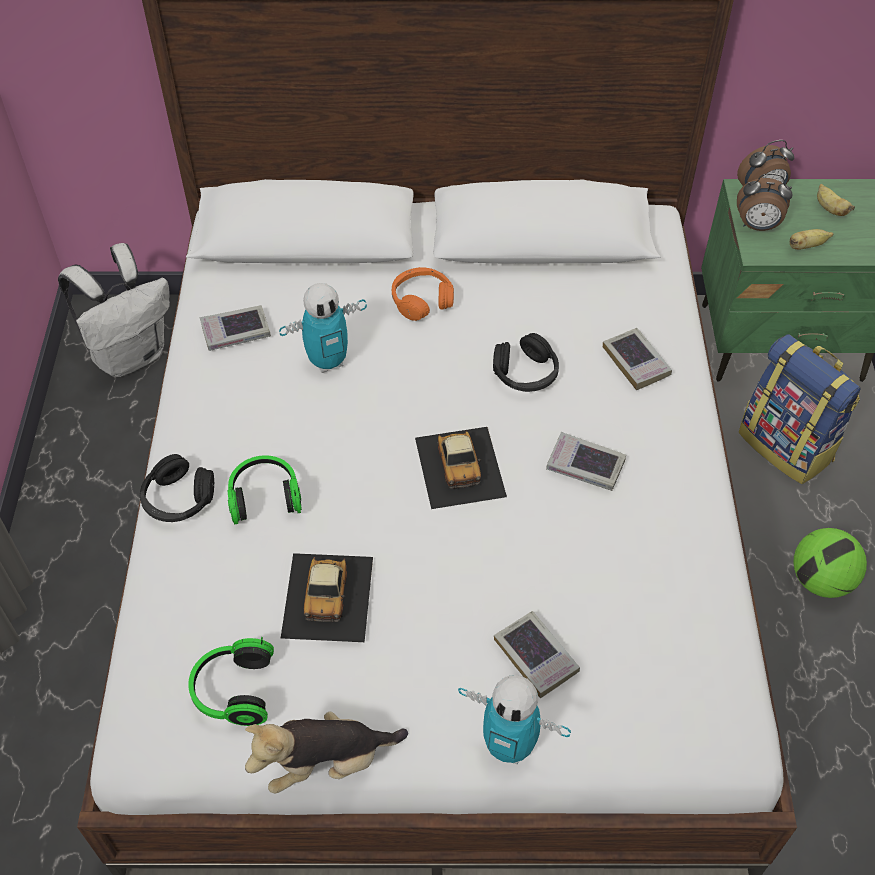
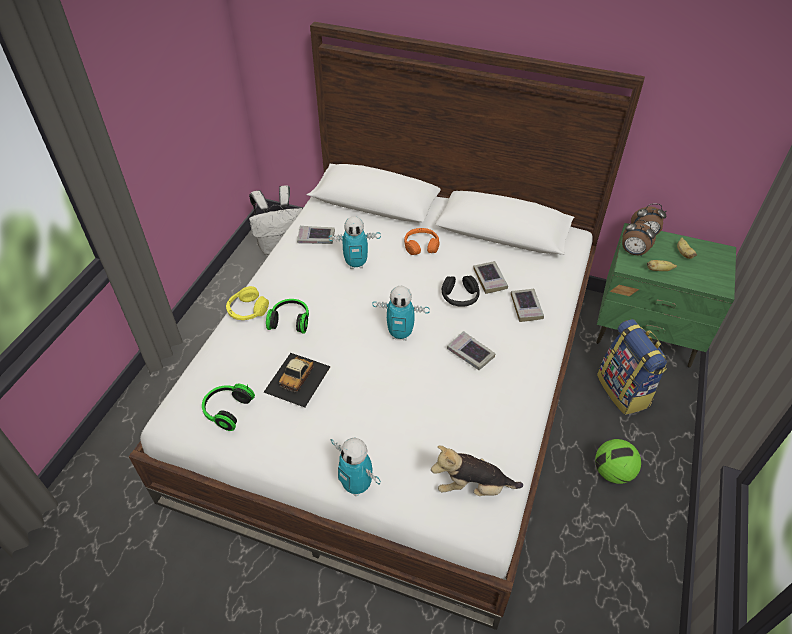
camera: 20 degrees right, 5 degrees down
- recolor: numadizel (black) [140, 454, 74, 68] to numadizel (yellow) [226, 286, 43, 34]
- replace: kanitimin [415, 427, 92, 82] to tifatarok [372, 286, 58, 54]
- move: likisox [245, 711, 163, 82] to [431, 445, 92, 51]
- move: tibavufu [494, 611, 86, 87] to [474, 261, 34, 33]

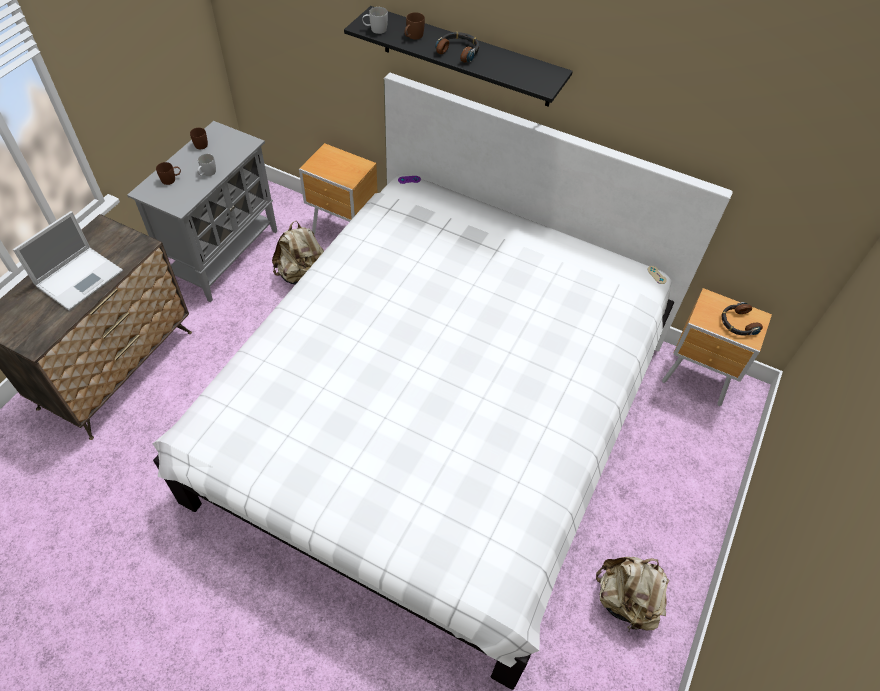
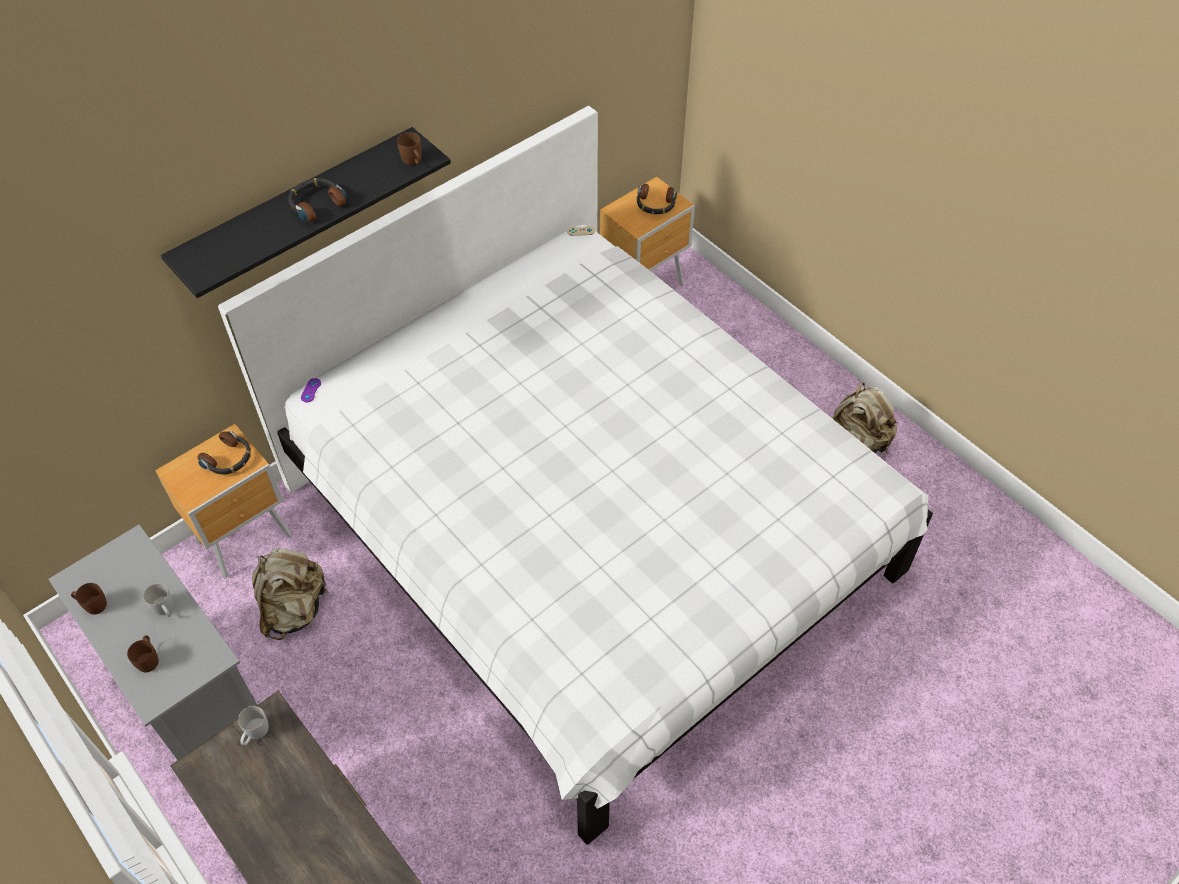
camera: 65 degrees left, 0 degrees up
- insert: numadizel [198, 431, 53, 44]
- move: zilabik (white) [362, 7, 26, 27] to [238, 706, 31, 39]
- move: zilabik (brown) [405, 12, 20, 28] to [397, 132, 25, 33]
- delete: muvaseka [13, 211, 110, 100]

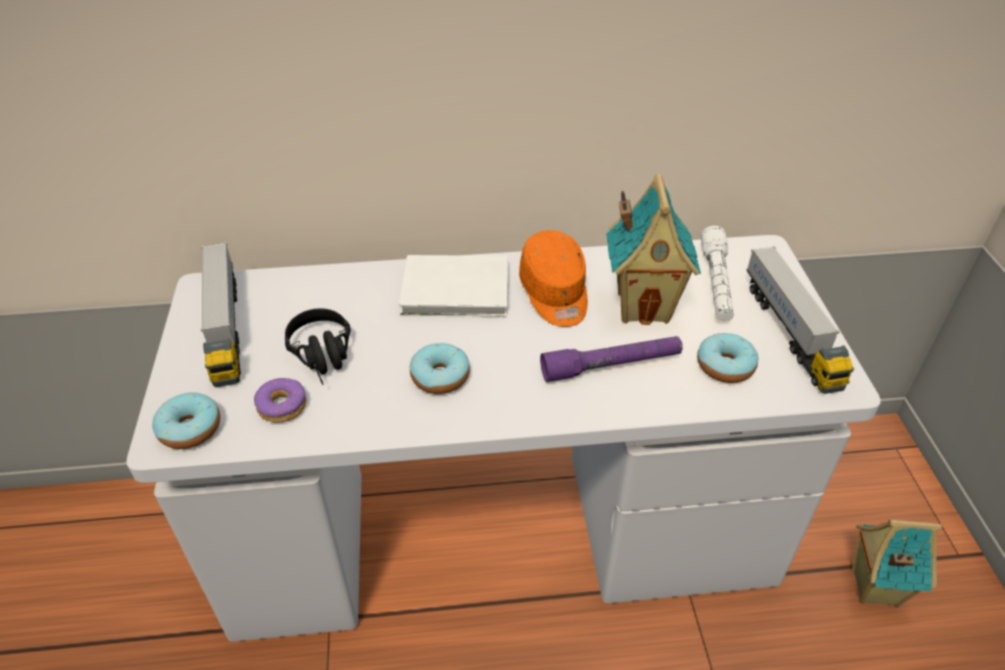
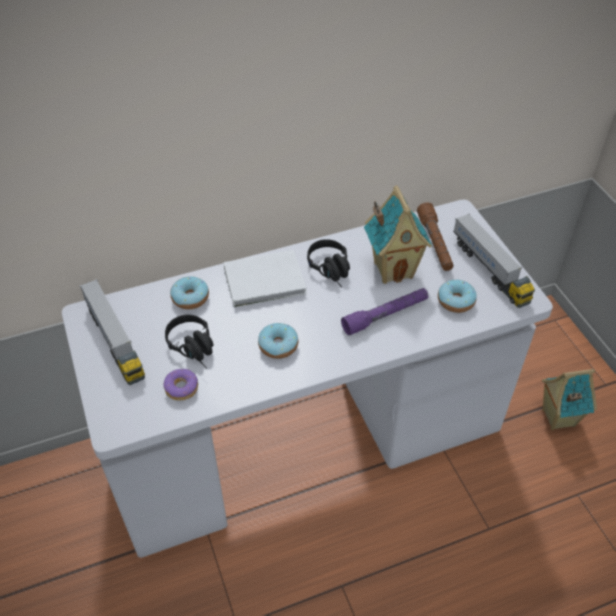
camera: 15 degrees left, 5 degrees up
- move: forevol [152, 393, 68, 56] to [170, 277, 39, 32]
- replace: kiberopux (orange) [519, 230, 68, 97] to numadizel (black) [307, 239, 43, 49]
- recolor: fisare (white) [701, 226, 33, 96] to fisare (brown) [417, 202, 37, 69]

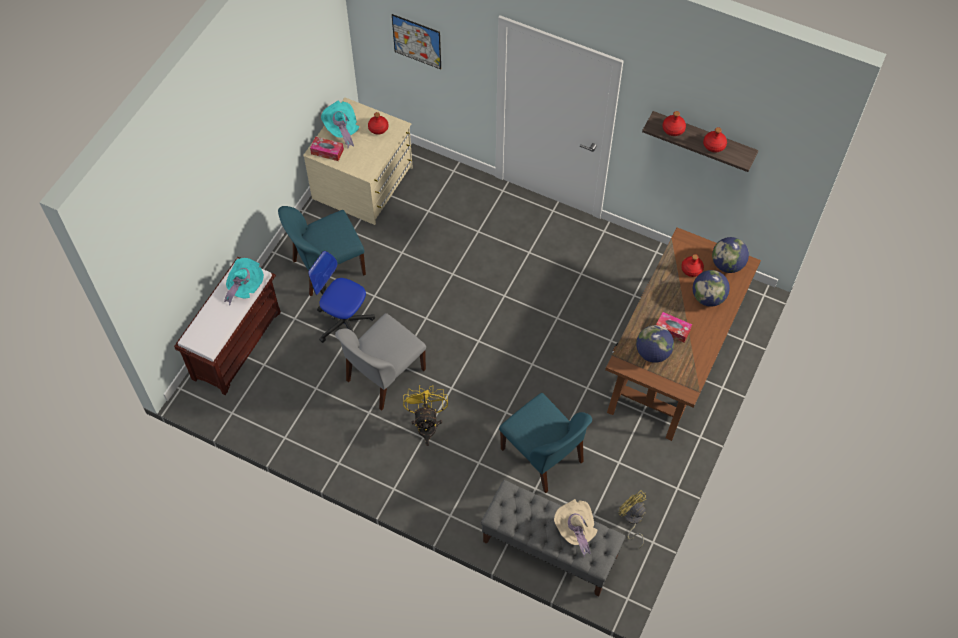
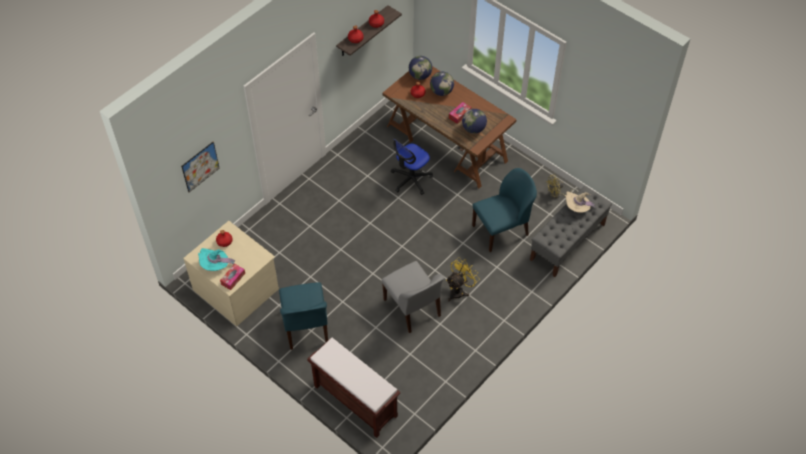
camera: 75 degrees left, 5 degrees down
- move: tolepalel [308, 251, 67, 92] to [391, 139, 42, 56]
- rotate: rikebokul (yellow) [403, 385, 45, 61] = [446, 257, 33, 44] 120 degrees clockwise
- delete: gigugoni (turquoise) [224, 258, 40, 47]

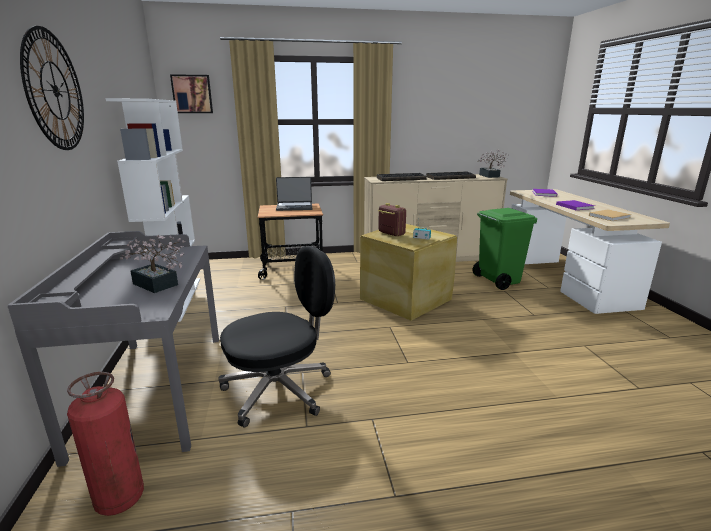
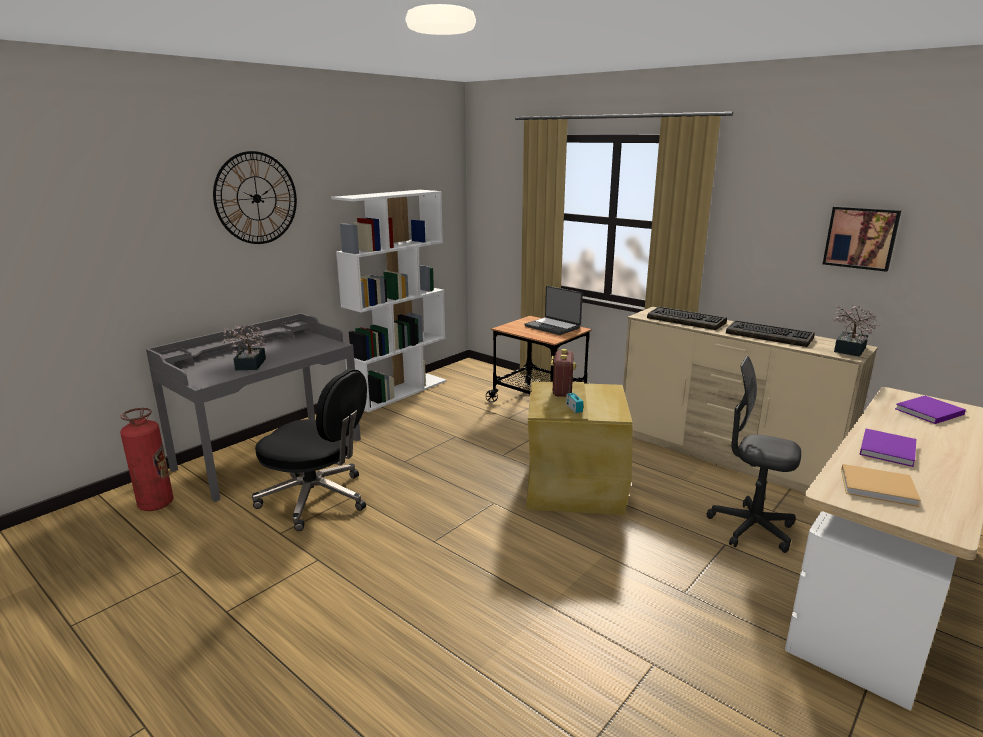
camera: 50 degrees right, 0 degrees up
- replace: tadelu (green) [472, 208, 65, 82] to tolepalel (grey) [707, 356, 94, 197]
- move: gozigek [170, 74, 43, 39] to [823, 206, 78, 66]

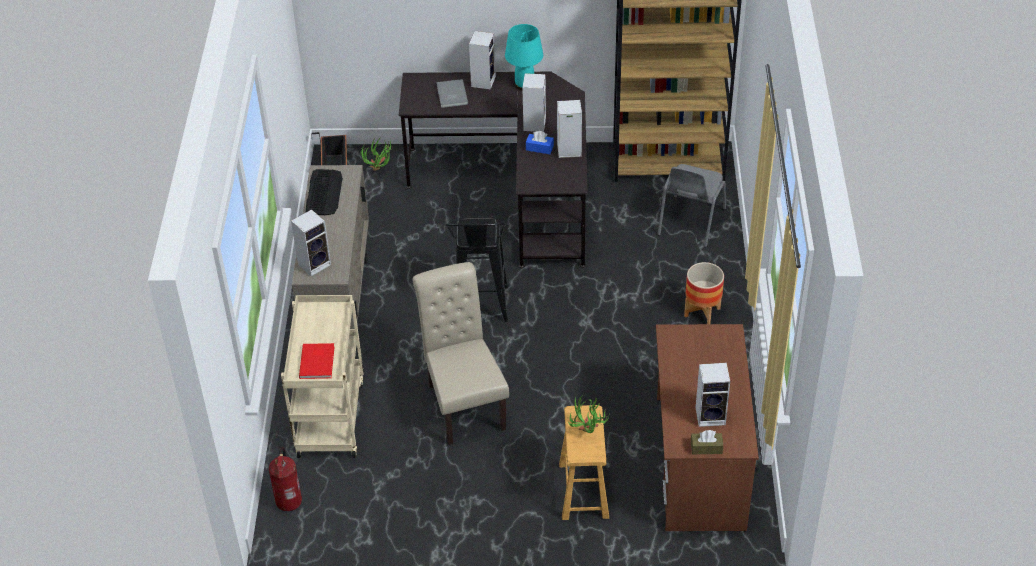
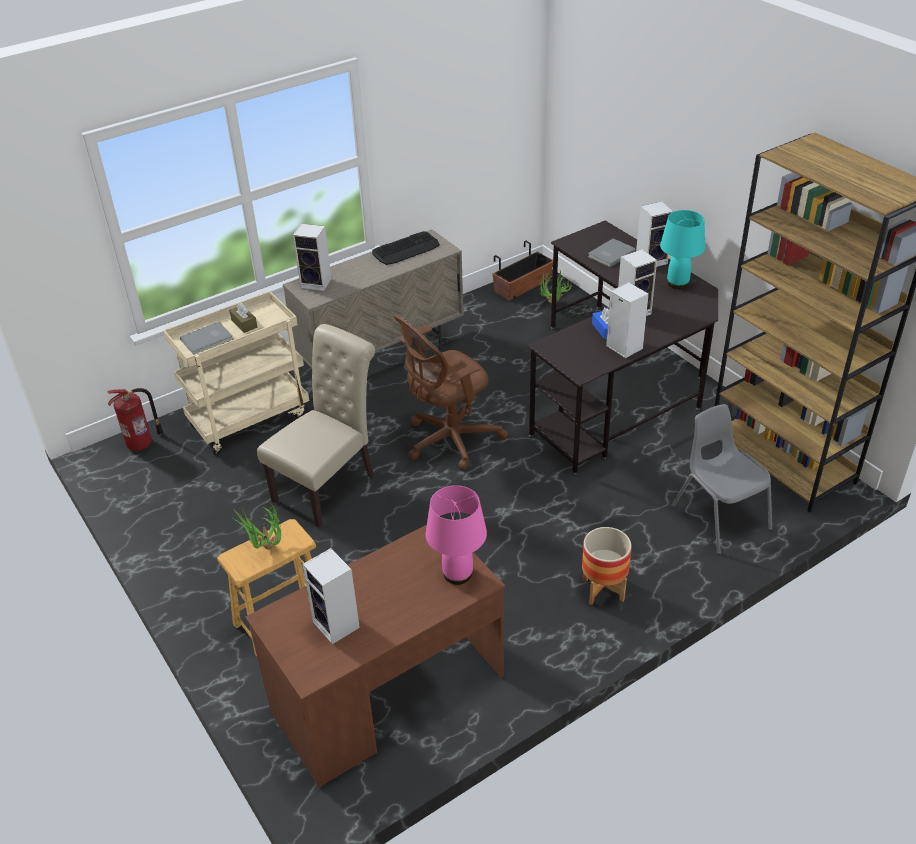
camera: 55 degrees right, 5 degrees down
- recolor: tibavufu (red) [299, 343, 36, 36] to tibavufu (grey) [180, 322, 54, 33]
- move: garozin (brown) [691, 430, 32, 24] to [229, 303, 28, 30]
- replace: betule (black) [445, 216, 63, 106] to tolepalel (brown) [393, 315, 115, 155]
- insert: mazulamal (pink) [426, 485, 61, 100]
- rotate: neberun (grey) [658, 164, 68, 83] = [672, 404, 100, 151] 75 degrees clockwise

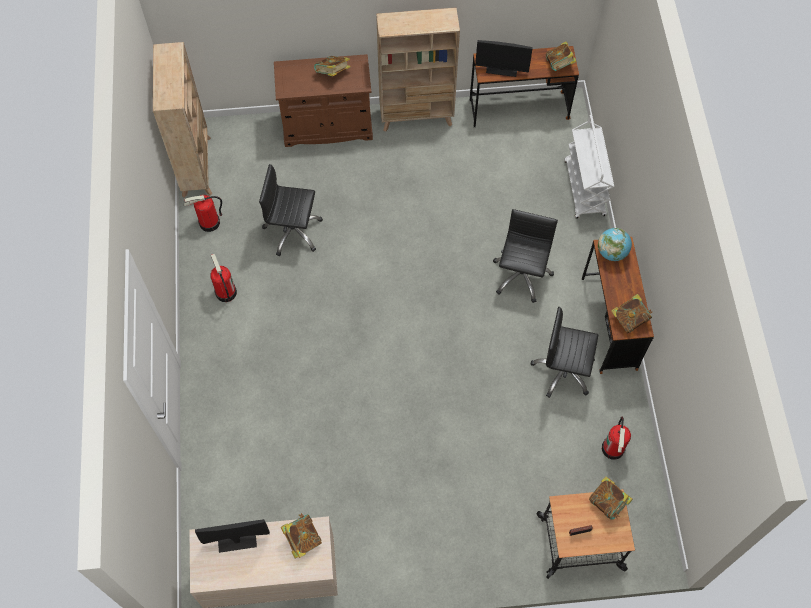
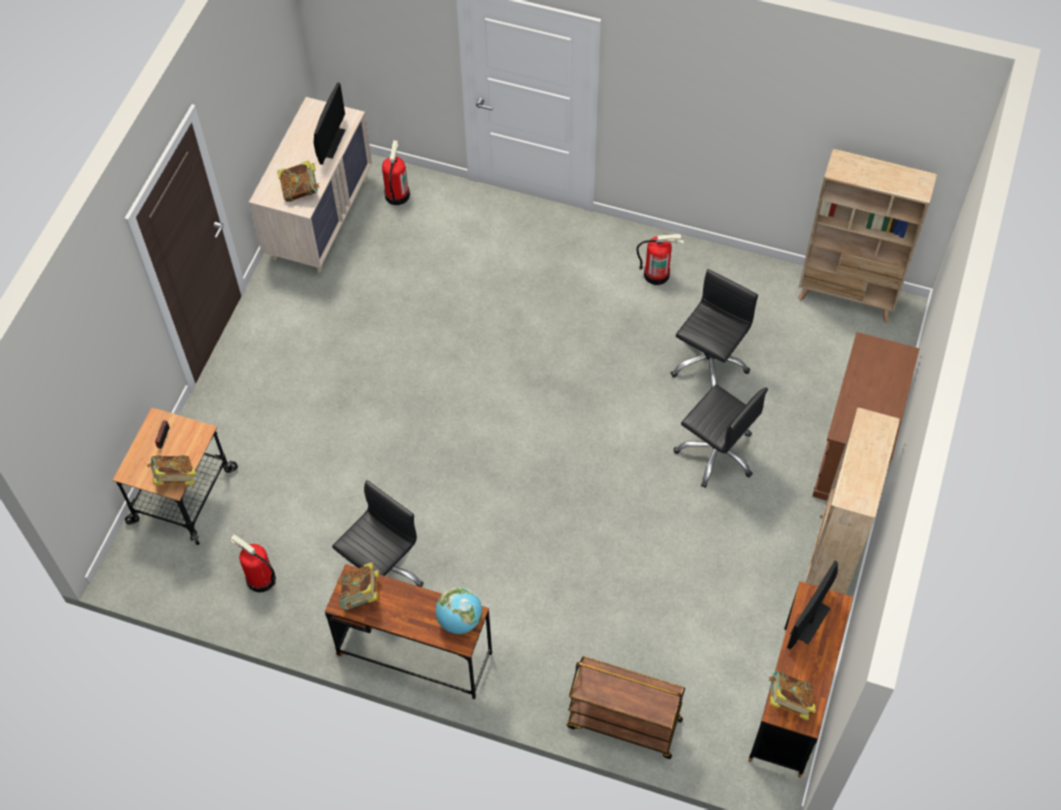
camera: 115 degrees right, 5 degrees down
- move: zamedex [184, 195, 38, 37] to [382, 140, 28, 65]
- recolor: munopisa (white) [564, 115, 50, 104] to munopisa (brown) [567, 656, 118, 103]
- move: tolepalel (black) [493, 209, 65, 94] to [674, 384, 94, 104]
- delete: tibavufu [314, 56, 37, 20]

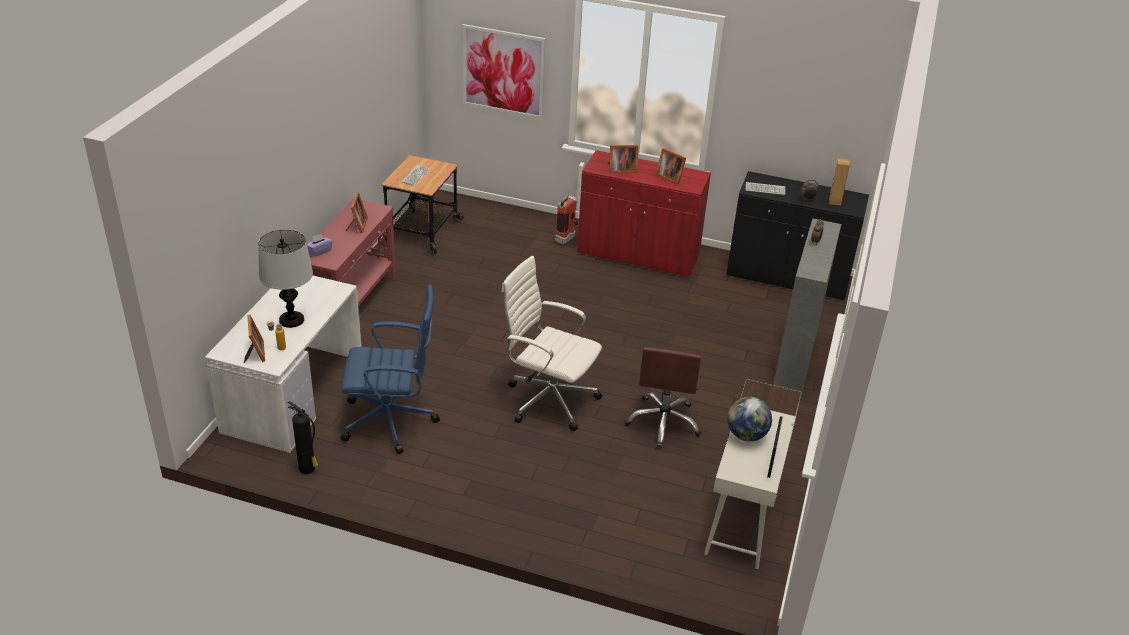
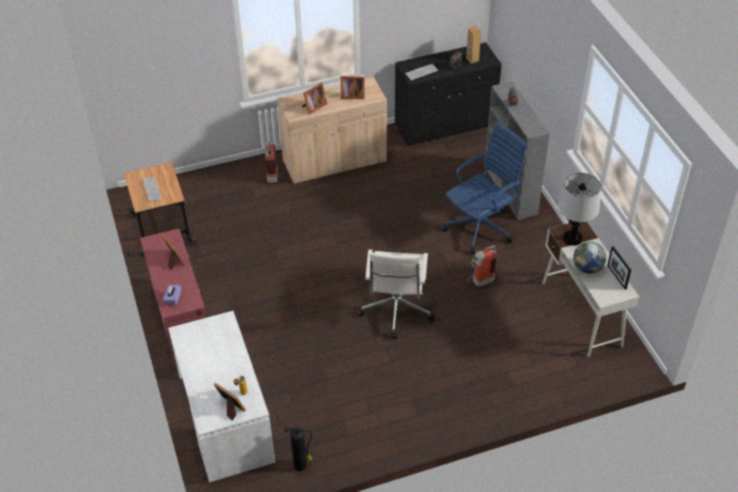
camera: 35 degrees left, 10 degrees up
- recolor: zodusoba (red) [577, 150, 134, 127] to zodusoba (beige) [277, 77, 110, 107]
- rotate: tolepalel (white) [501, 256, 102, 175] = [357, 249, 78, 90] 75 degrees counterclockwise
- move: tolepalel (blue) [341, 284, 99, 170] to [441, 122, 86, 132]
- replace: tolepalel (brown) [624, 347, 78, 101] to zamedex [467, 245, 30, 42]
- move: mazulamal [258, 230, 55, 98] to [558, 173, 43, 73]
- delete: gozigek [462, 24, 84, 95]

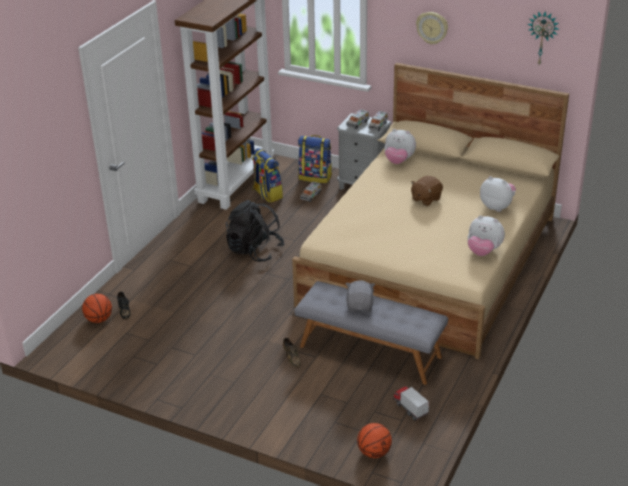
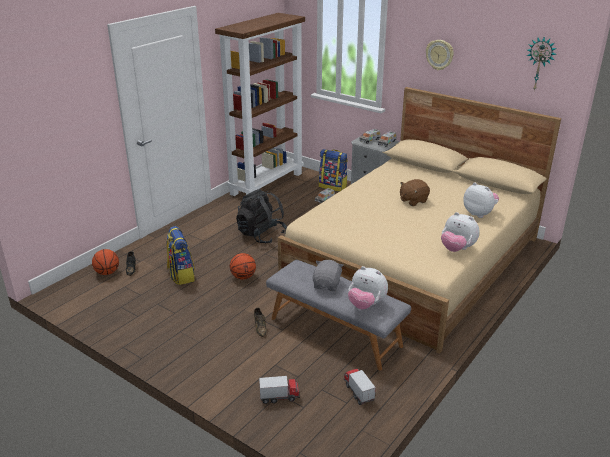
camera: 10 degrees right, 5 degrees down
- move: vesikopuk [252, 148, 31, 55] to [166, 226, 29, 59]
- move: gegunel [357, 423, 35, 35] to [230, 253, 26, 27]
- insert: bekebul [259, 376, 41, 28]
- move: likisox [385, 129, 31, 35] to [348, 266, 40, 43]

